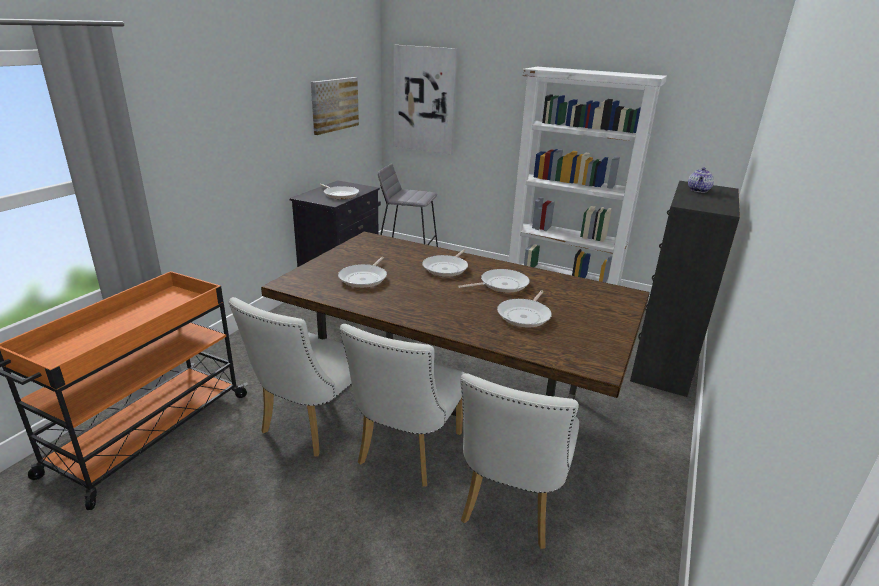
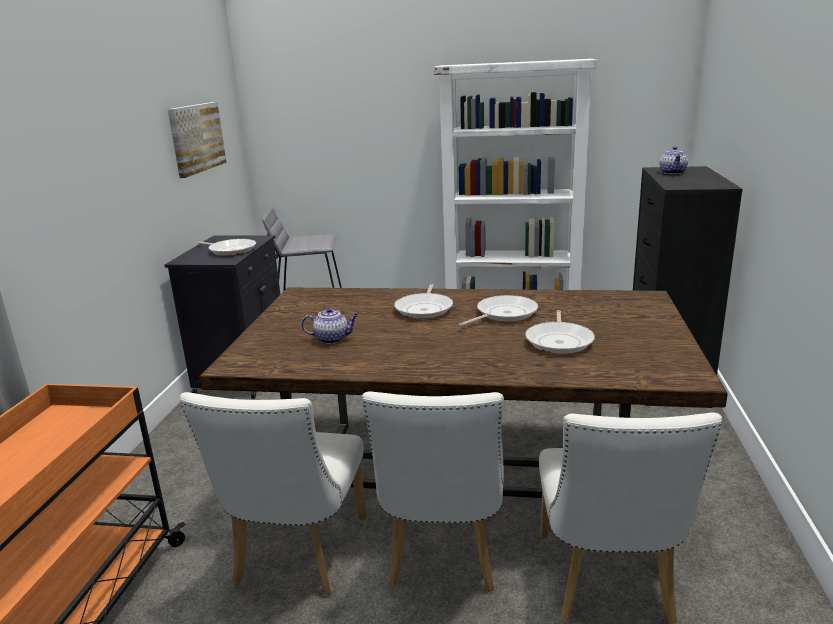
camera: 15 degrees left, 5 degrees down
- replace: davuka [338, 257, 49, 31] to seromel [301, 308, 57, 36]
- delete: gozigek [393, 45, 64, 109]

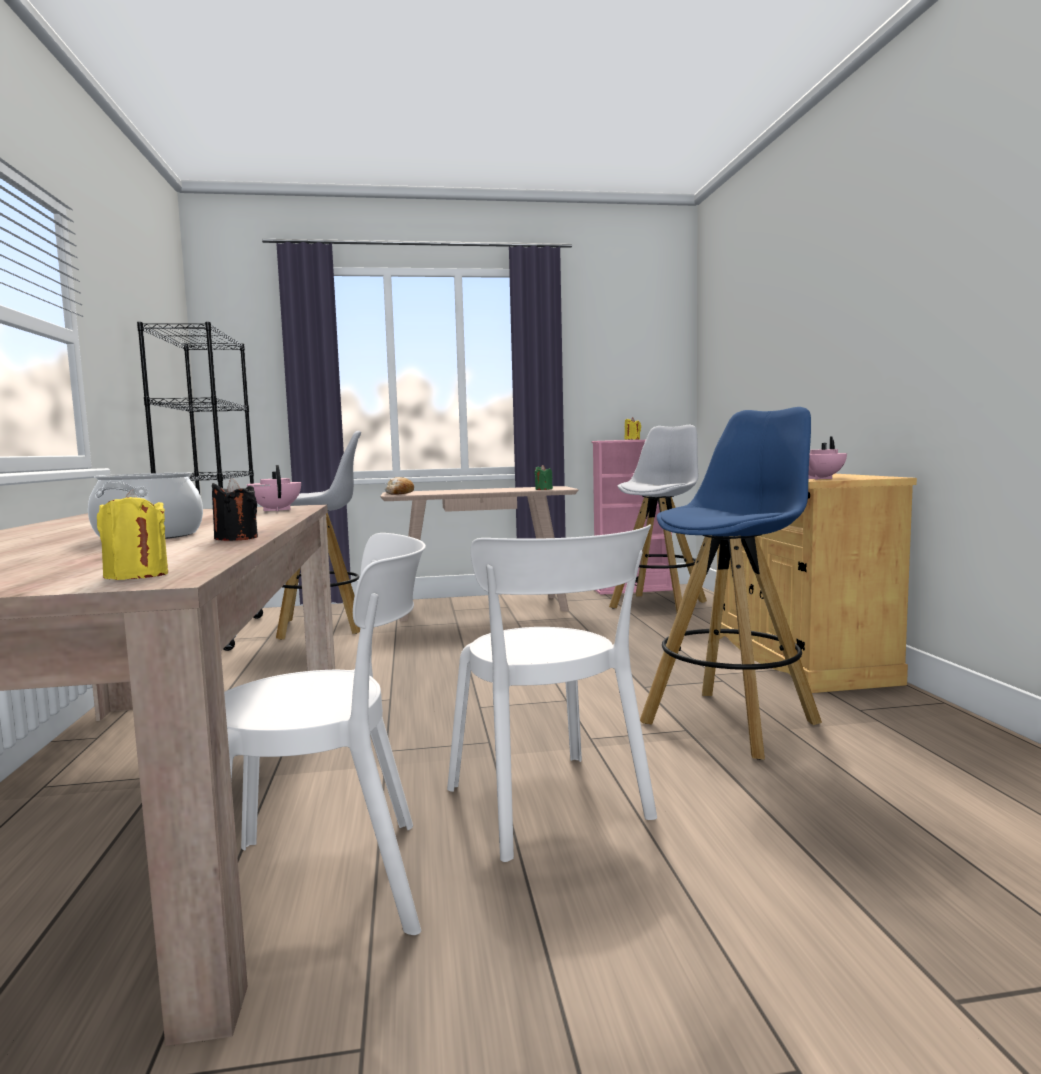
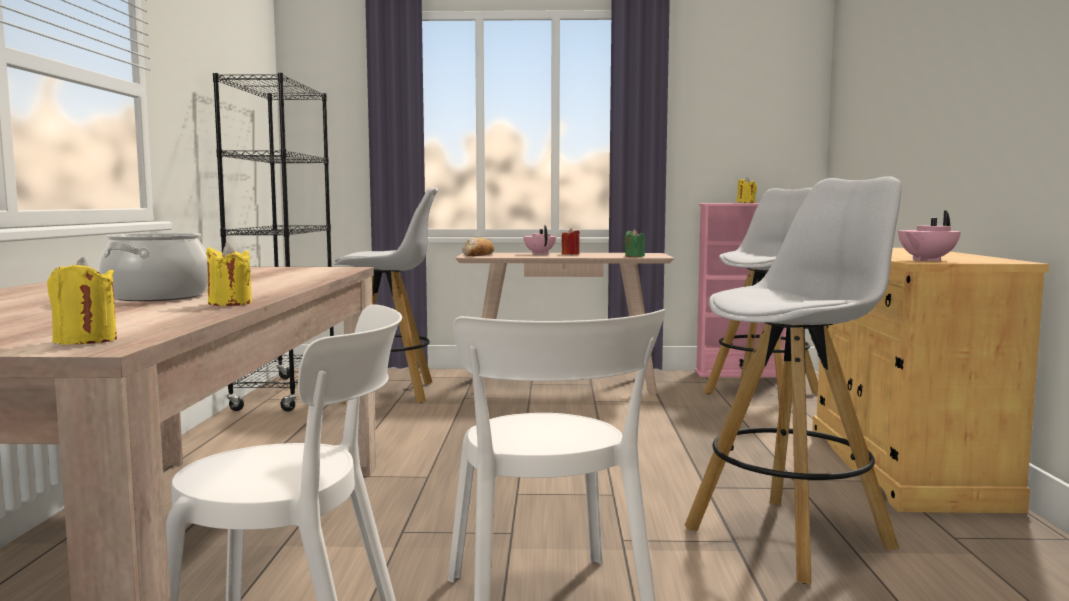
camera: 10 degrees right, 0 degrees up
- recolor: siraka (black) [212, 478, 46, 63] to siraka (yellow) [206, 242, 46, 64]
- move: seromel (pink) [247, 465, 54, 46] to [523, 225, 33, 29]
- insert: siraka (red) [561, 228, 19, 27]
- recolor: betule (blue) [640, 407, 182, 353] to betule (white) [685, 176, 216, 409]

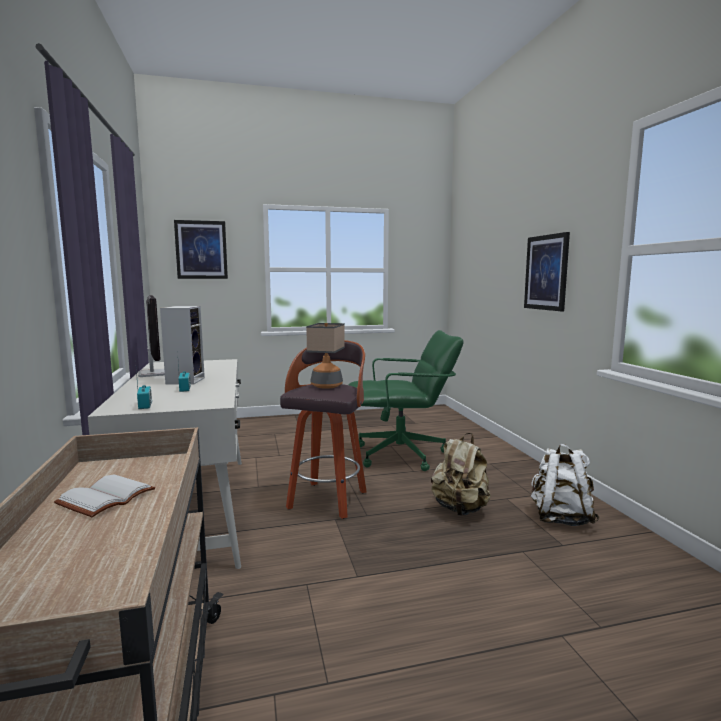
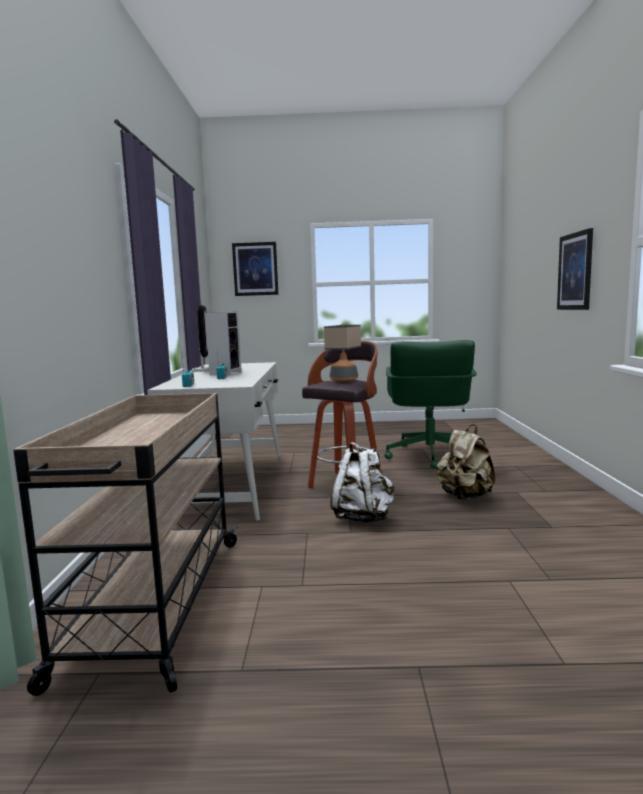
camera: 15 degrees right, 0 degrees up
- move: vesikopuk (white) [531, 444, 69, 82] to [330, 442, 64, 81]
- rotate: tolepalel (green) [349, 330, 114, 141] = [384, 340, 93, 129] 90 degrees clockwise
- delete: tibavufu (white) [54, 474, 101, 44]

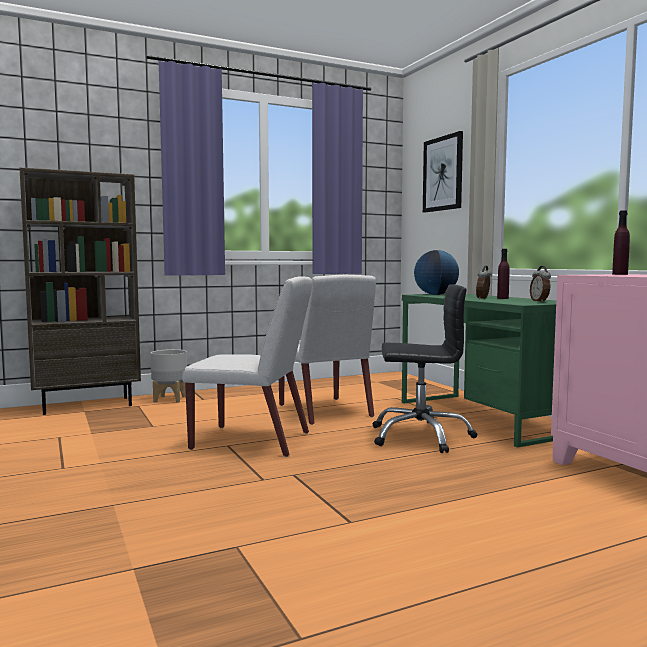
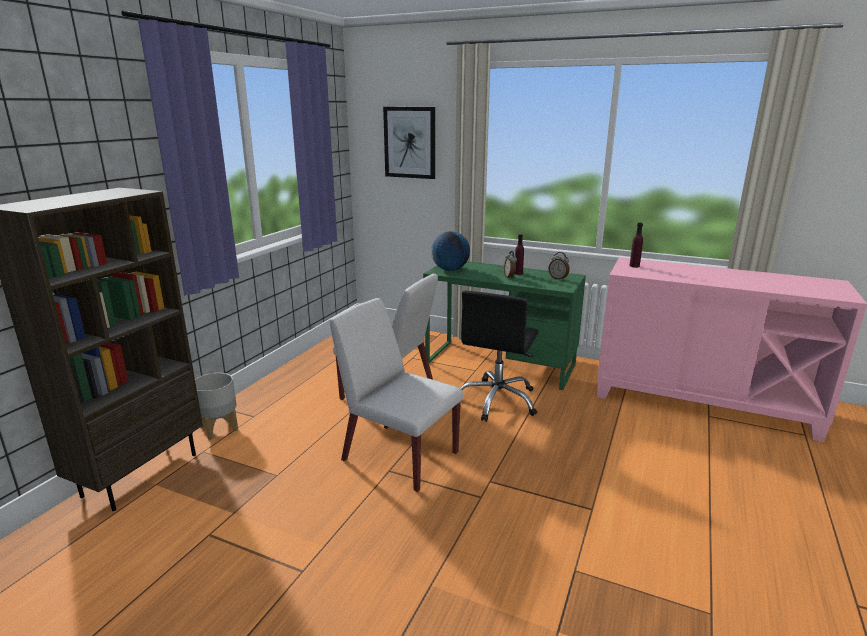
camera: 40 degrees left, 15 degrees up
- rotate: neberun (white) [182, 276, 130, 181] = [330, 298, 133, 194] 120 degrees counterclockwise
- rotate: tolepalel (black) [373, 284, 105, 169] = [460, 291, 78, 131] 150 degrees clockwise

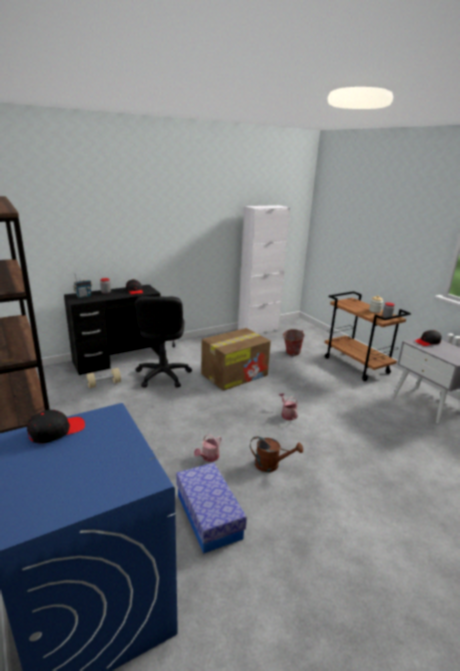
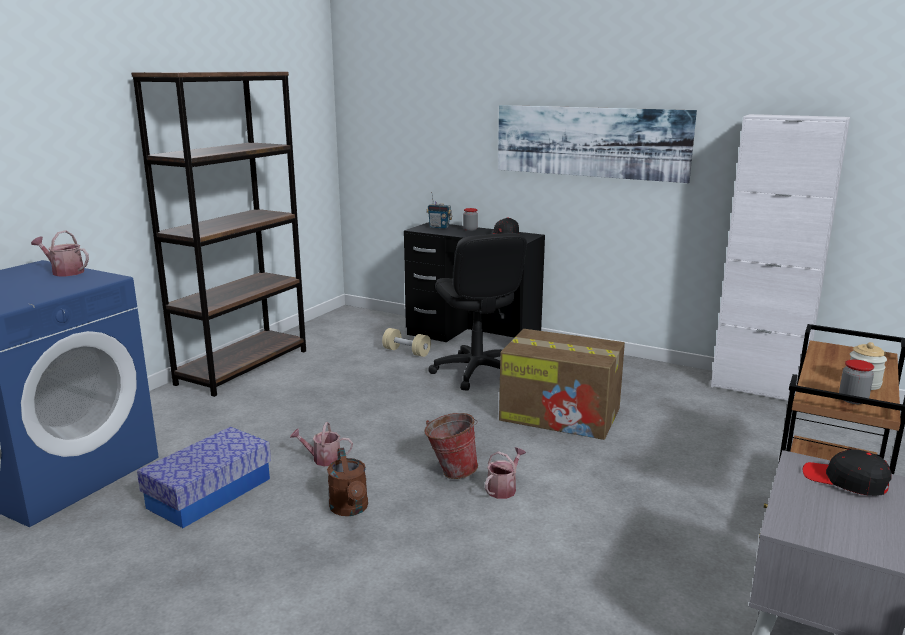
camera: 60 degrees right, 5 degrees down
- replace: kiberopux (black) [27, 410, 58, 33] to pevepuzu [31, 230, 58, 46]
- move: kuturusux [282, 329, 22, 27] to [424, 413, 54, 66]
- rotate: tolepalel (black) [135, 296, 57, 92] = [428, 233, 99, 158] 75 degrees counterclockwise
- insert: gozigek [498, 105, 199, 78]

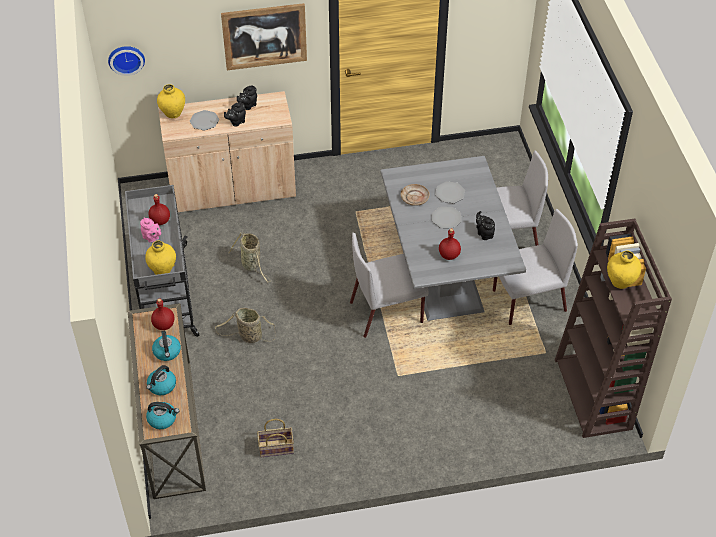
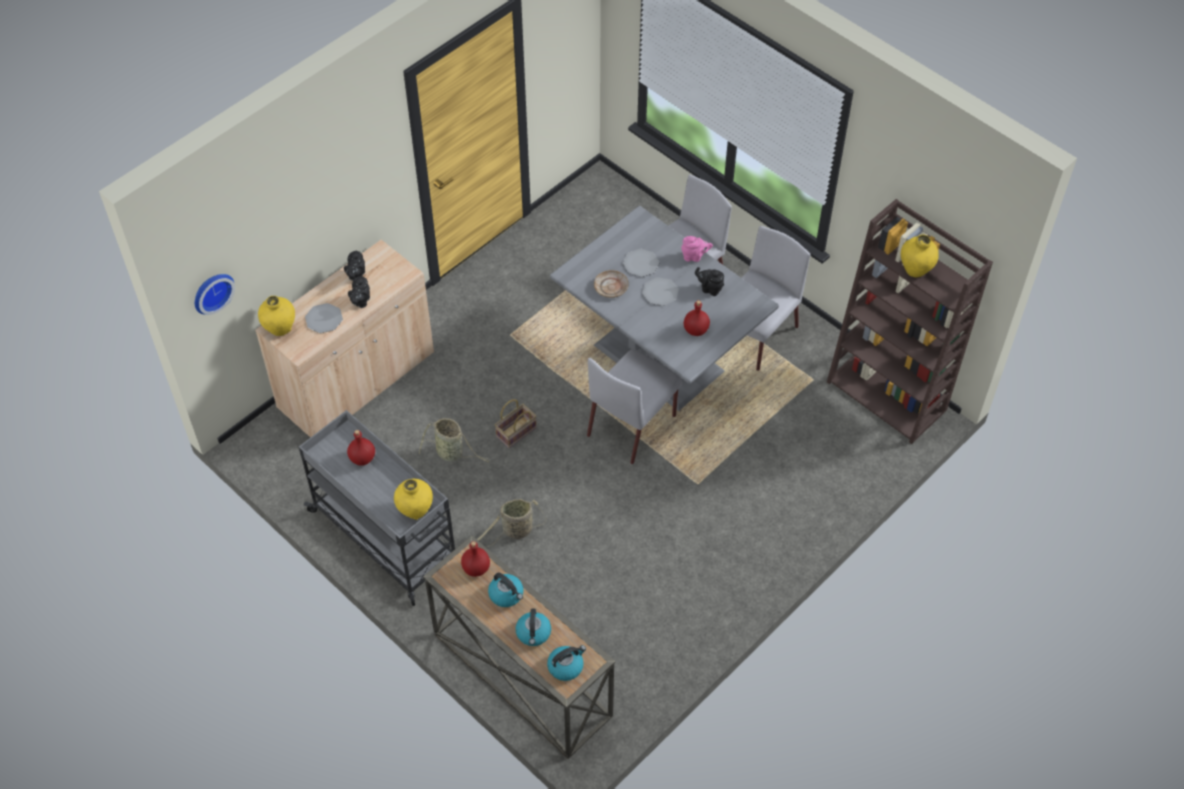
camera: 35 degrees left, 5 degrees up
- move: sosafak [257, 419, 37, 38] to [495, 399, 42, 49]
- move: seromel (pink) [140, 218, 21, 25] to [681, 236, 32, 26]
- delete: gozigek [221, 3, 86, 67]

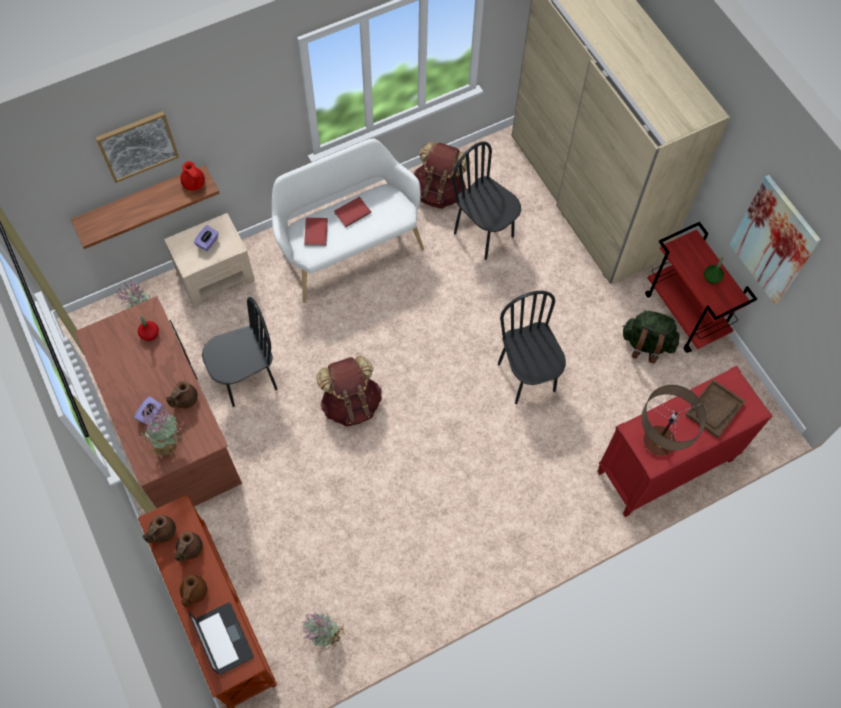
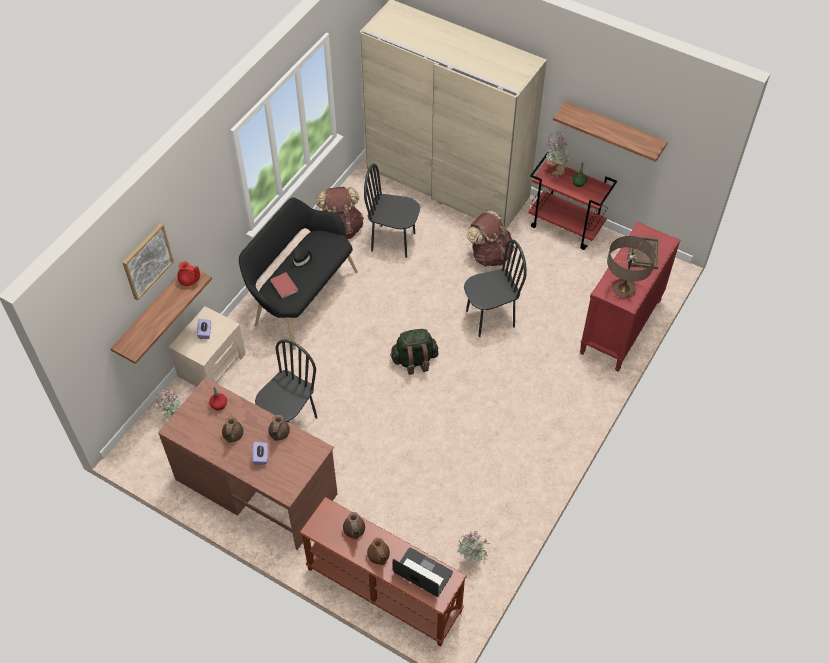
camera: 30 degrees left, 10 degrees down
- move: seromel (brown) [142, 515, 34, 28] to [222, 416, 22, 27]
- recolor: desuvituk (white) [272, 139, 152, 164] to desuvituk (black) [239, 198, 119, 152]
- replace: tibavufu (red) [334, 197, 37, 30] to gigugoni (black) [291, 247, 21, 23]
- move: vesikopuk (green) [623, 311, 56, 52] to [390, 329, 48, 46]
- rotate: neberun (black) [498, 291, 68, 113] = [464, 239, 63, 98] 120 degrees clockwise
- move: vesikopuk (brown) [316, 356, 66, 71] to [466, 210, 49, 56]
- move: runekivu [141, 403, 42, 53] to [545, 131, 25, 47]
- replace: gozigek [730, 175, 91, 129] to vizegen [553, 101, 115, 61]

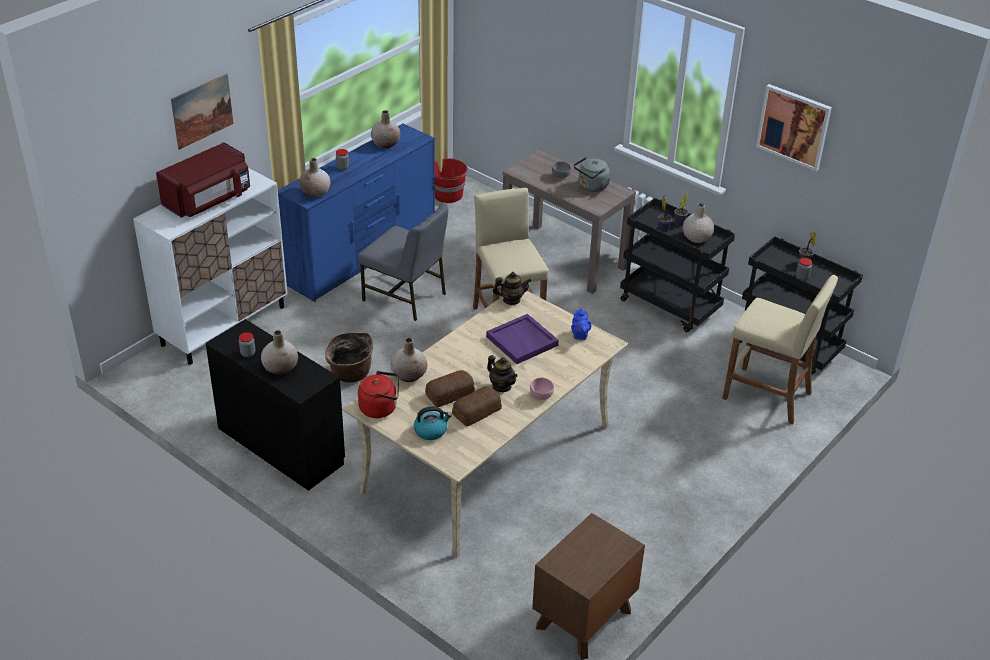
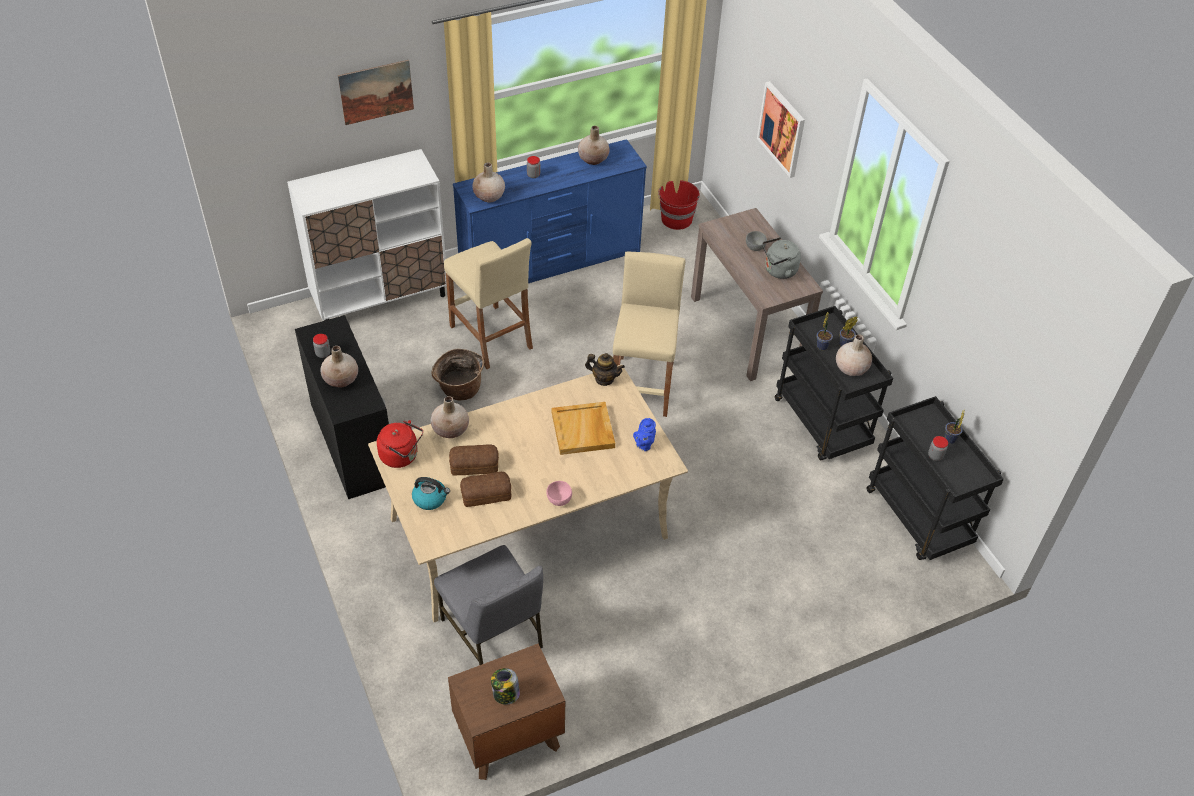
camera: 25 degrees right, 10 degrees up
- move: neberun (grey) [358, 202, 90, 119] to [434, 545, 109, 120]
- move: betule (beige) [722, 275, 116, 149] to [444, 238, 89, 131]
- insert: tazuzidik [491, 668, 29, 37]
- recolor: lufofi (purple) [486, 314, 73, 50] to lufofi (beige) [552, 402, 63, 53]
- move: gozigek [756, 84, 76, 87] to [757, 81, 48, 97]
- delete: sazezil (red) [156, 142, 94, 76]
- delete: seromel [487, 355, 31, 37]

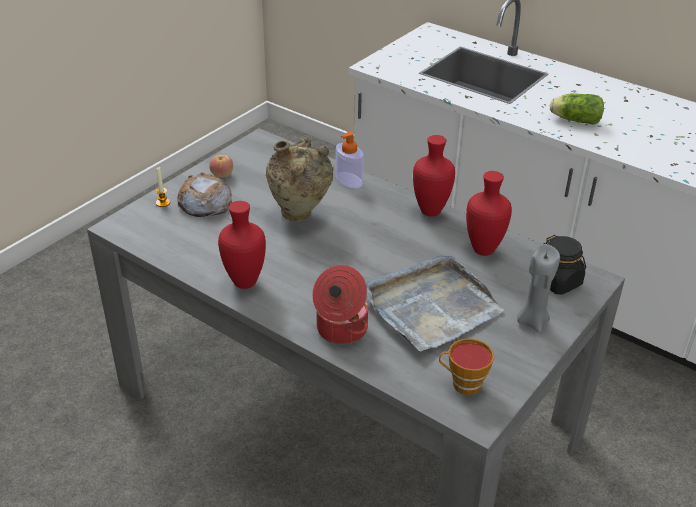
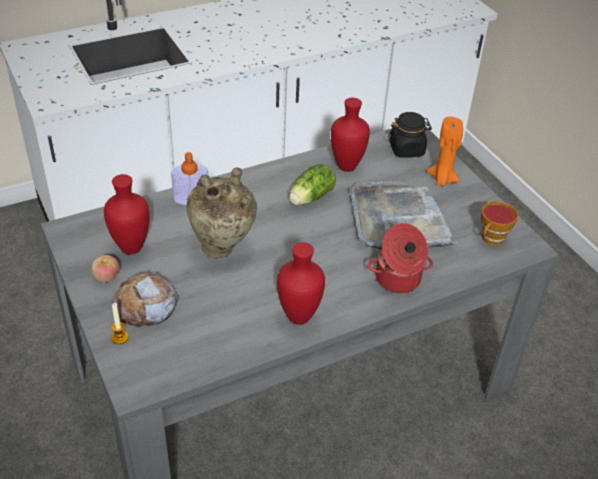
camera: 65 degrees left, 5 degrees up
- move: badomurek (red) [413, 135, 42, 82] to [104, 174, 45, 80]
- move: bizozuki [550, 93, 54, 32] to [289, 164, 47, 41]
- recolor: siraka (grey) [517, 244, 43, 89] to siraka (orange) [427, 116, 36, 70]

